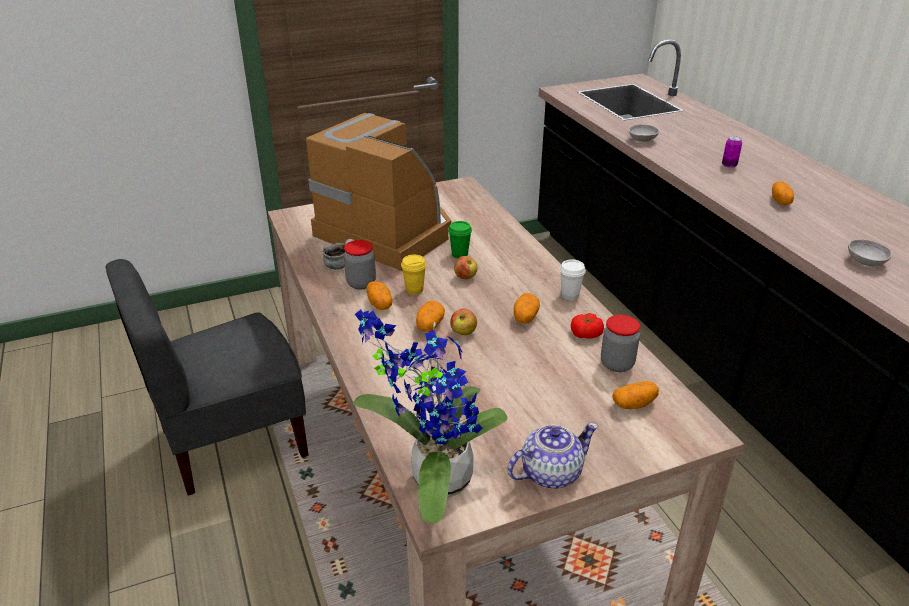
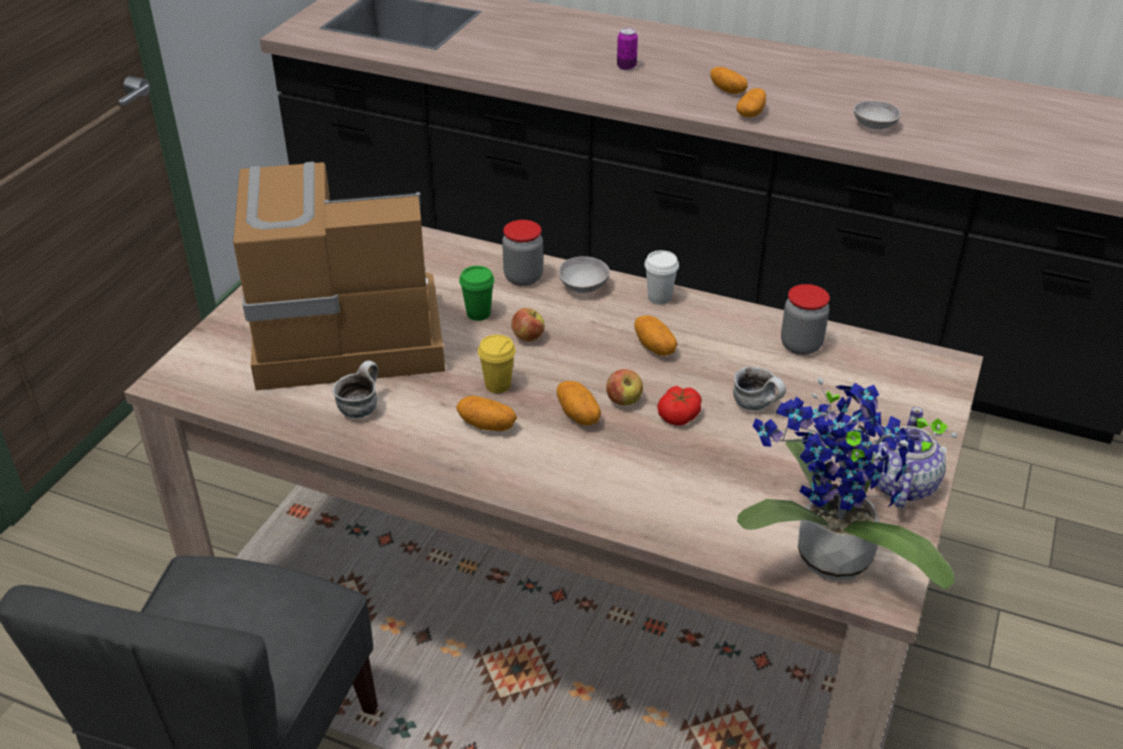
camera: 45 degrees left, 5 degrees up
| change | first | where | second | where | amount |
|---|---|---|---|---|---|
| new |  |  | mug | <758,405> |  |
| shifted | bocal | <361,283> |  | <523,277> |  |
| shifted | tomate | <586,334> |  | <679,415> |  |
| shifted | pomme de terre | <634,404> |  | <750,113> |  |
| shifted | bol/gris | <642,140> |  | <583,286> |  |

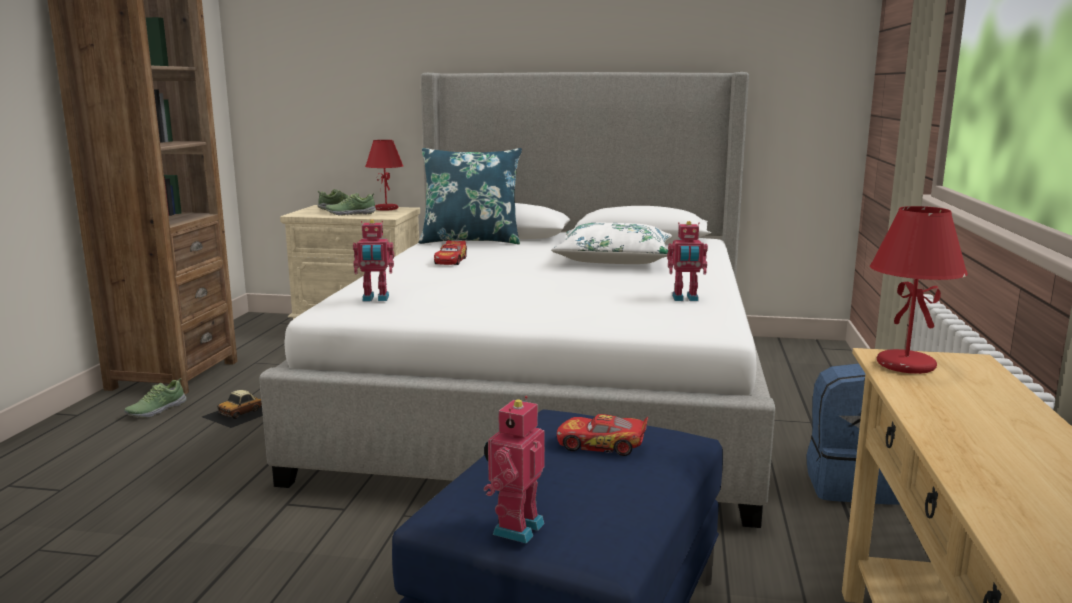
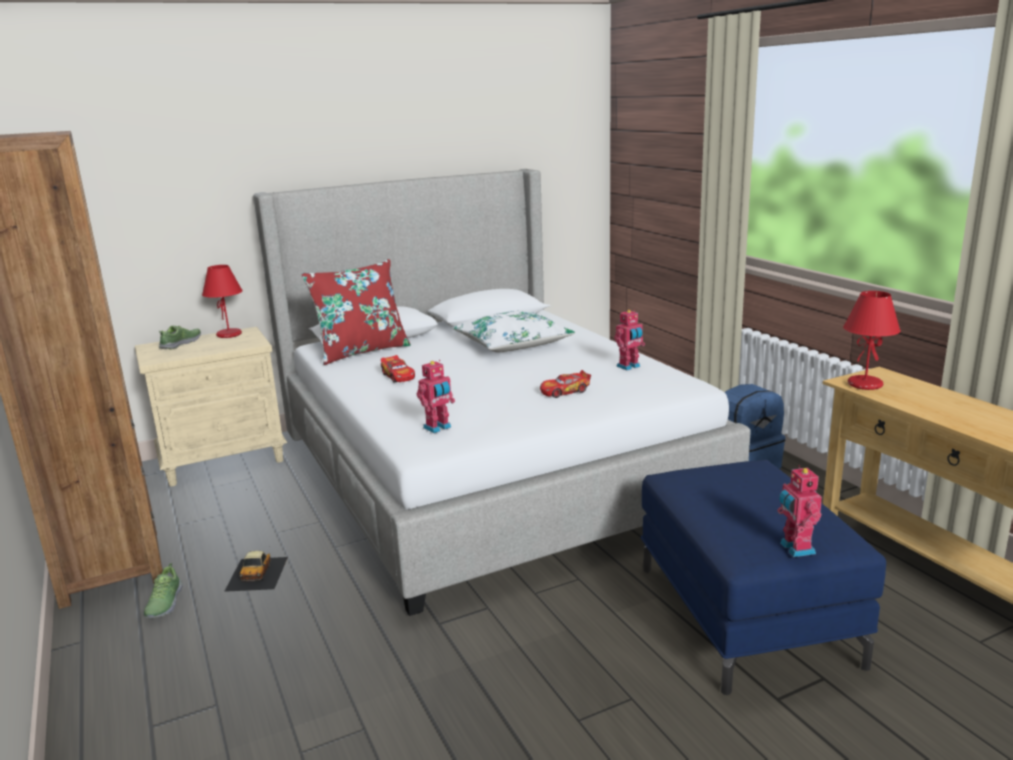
camera: 35 degrees left, 5 degrees up
| change | first | where | second | where | amount |
|---|---|---|---|---|---|
| gone | chaussure | <350,214> |  |  |  |
| shifted | petite voiture | <601,445> |  | <564,391> |  |
| repainted | coussin/bleu | <471,241> | coussin/rouge | <362,351> |  |

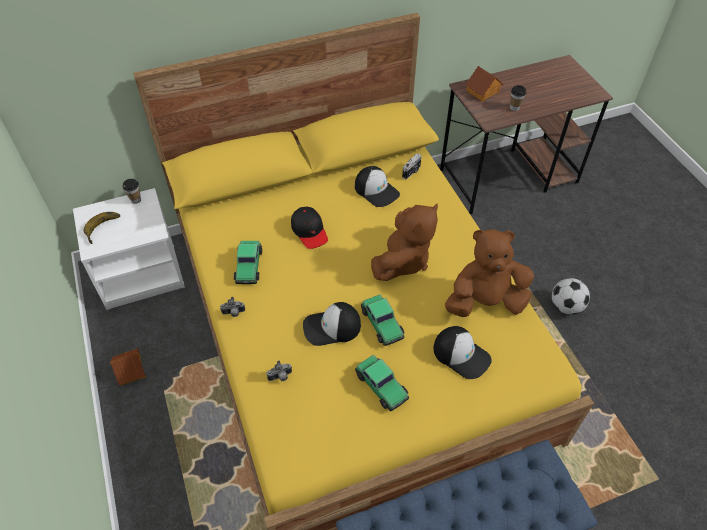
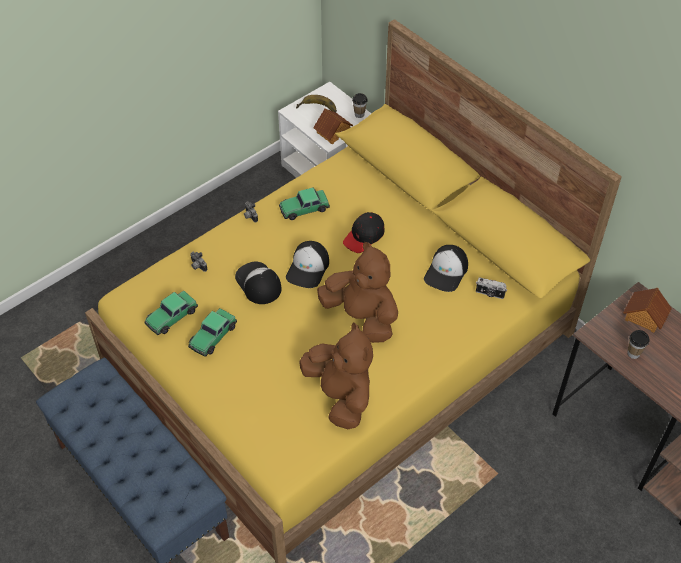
camera: 70 degrees right, 0 degrees up
| change | first | where | second | where | amount |
|---|---|---|---|---|---|
| gone | ballon de foot | <566,306> |  |  |  |
| shifted | maison miniature | <130,370> |  | <333,132> |  |
| shifted | petite voiture | <382,323> |  | <171,316> |  |
| shifted | casquette | <461,354> |  | <308,268> |  |
| rotated | peluche/marron | <402,261> |  | <361,317> | 150 degrees counterclockwise |

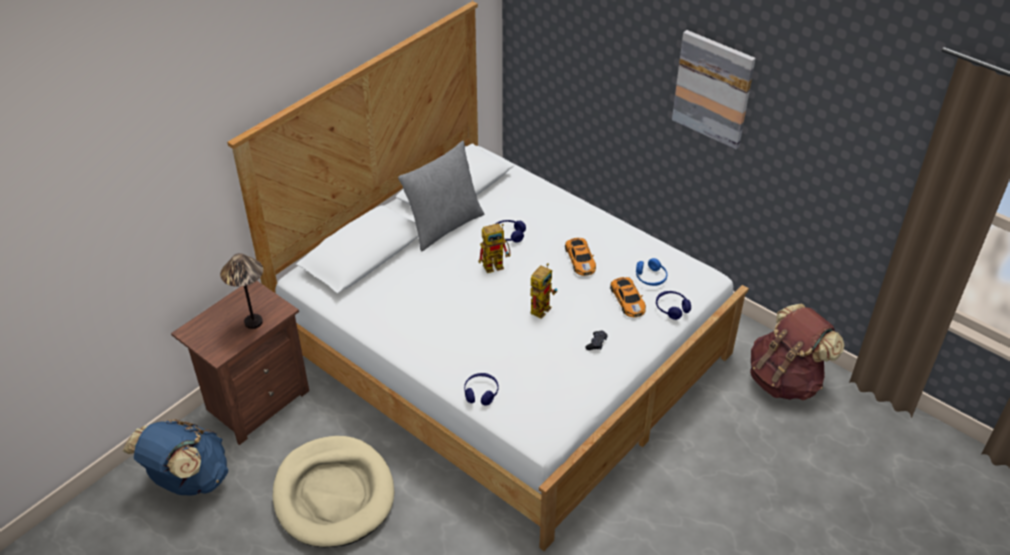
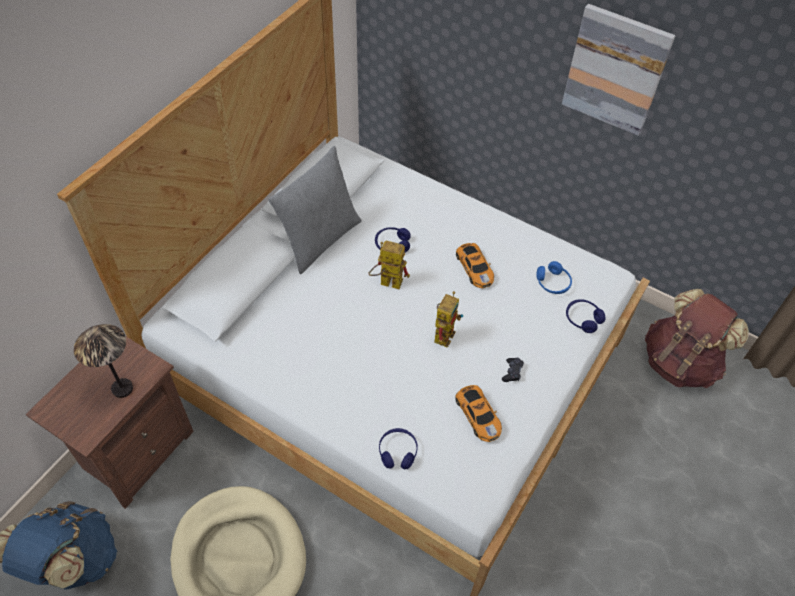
camera: 10 degrees left, 10 degrees up
| change | first | where | second | where | amount |
|---|---|---|---|---|---|
| shifted | petite voiture | <627,299> |  | <477,414> |  |
| rotated | robot jouet | <497,264> |  | <386,282> | 135 degrees counterclockwise |

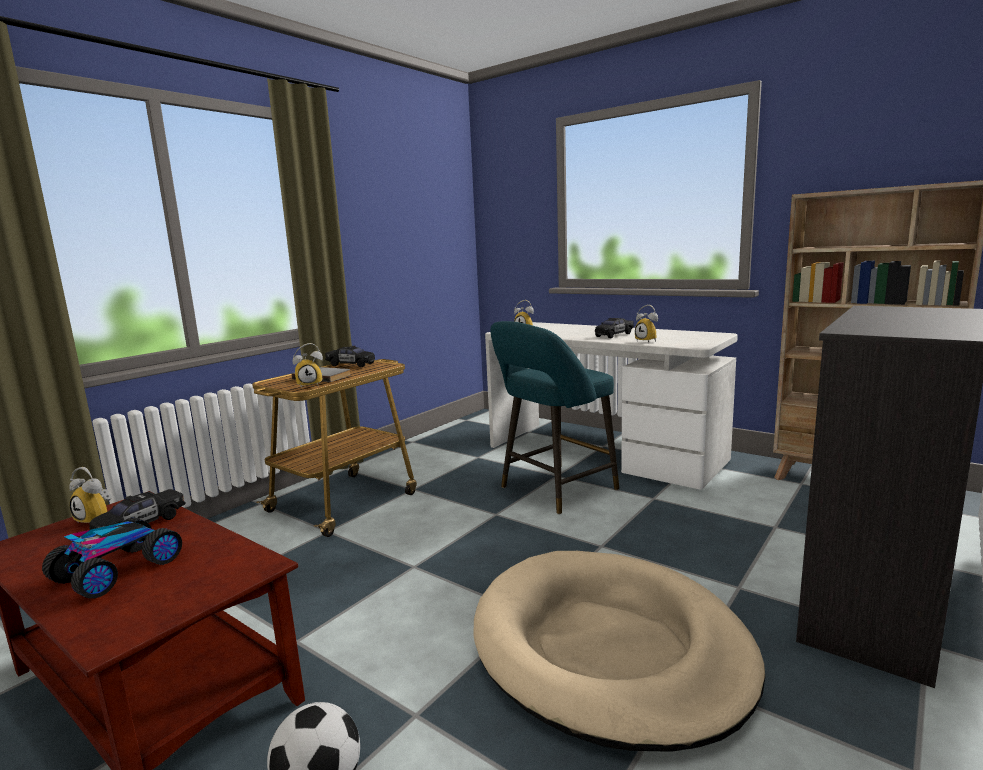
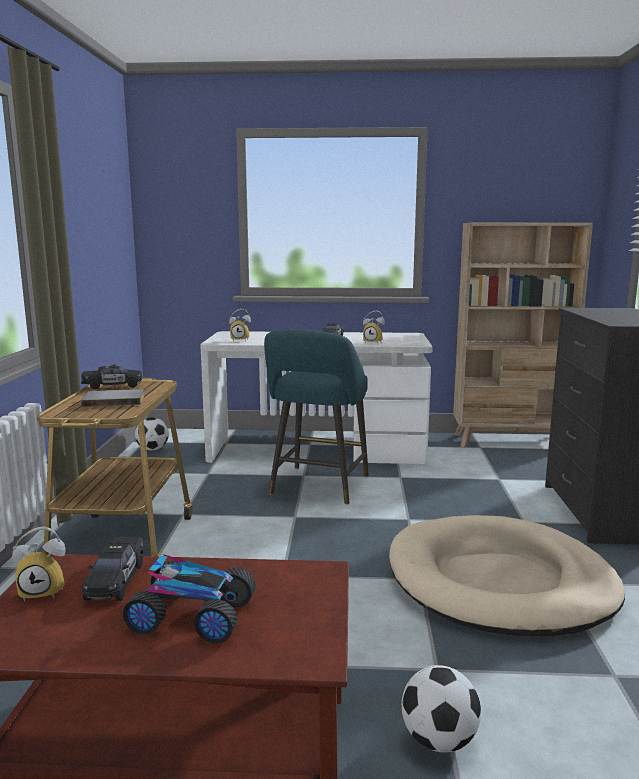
camera: 35 degrees left, 0 degrees up
| change | first | where | second | where | amount |
|---|---|---|---|---|---|
| gone | réveil | <310,385> |  |  |  |
| new |  |  | ballon de foot | <152,449> |  |
| rotated | petite voiture | <119,570> |  | <192,617> | 105 degrees clockwise |

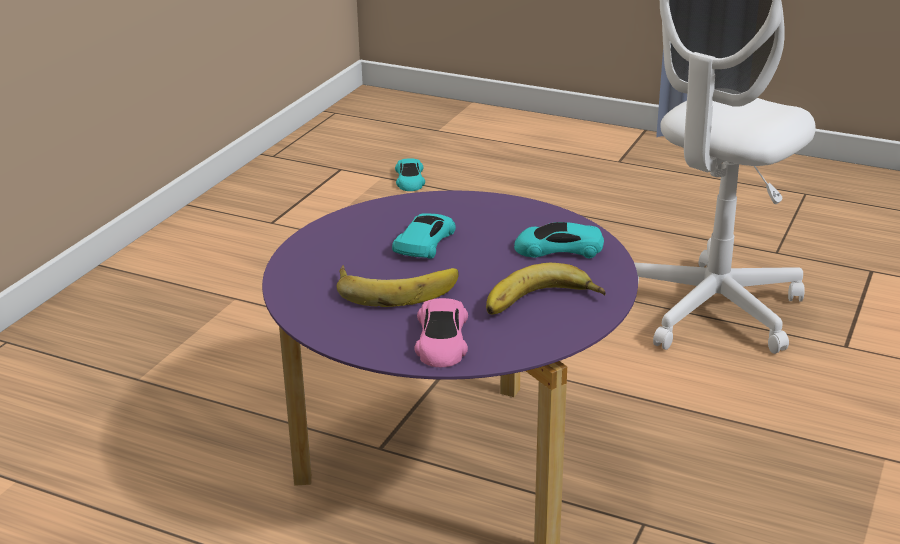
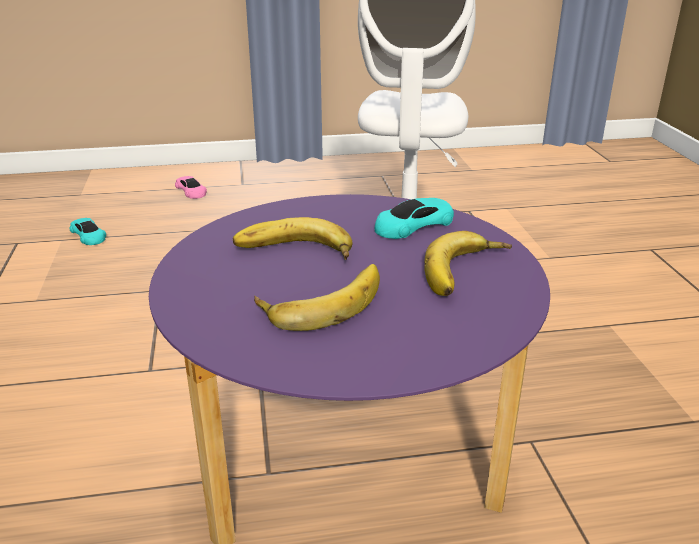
camera: 35 degrees left, 0 degrees up
| change | first | where | second | where | amount |
|---|---|---|---|---|---|
| shifted | petite voiture/rose | <441,340> |  | <191,191> |  |
| swapped | petite voiture/turquoise | <425,242> | banane | <294,253> |  |

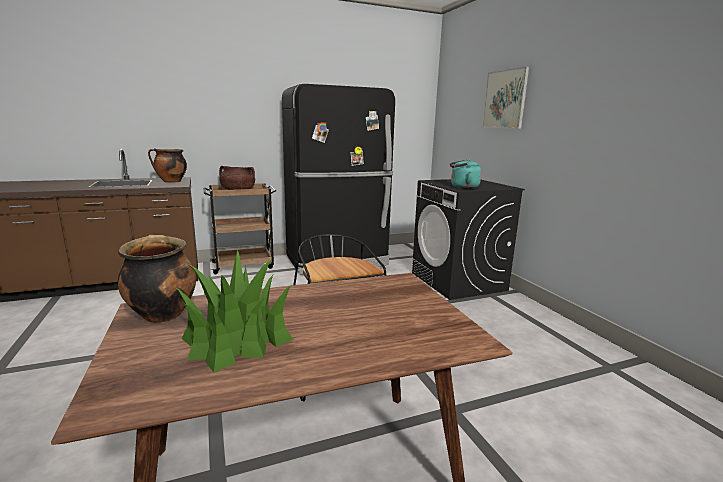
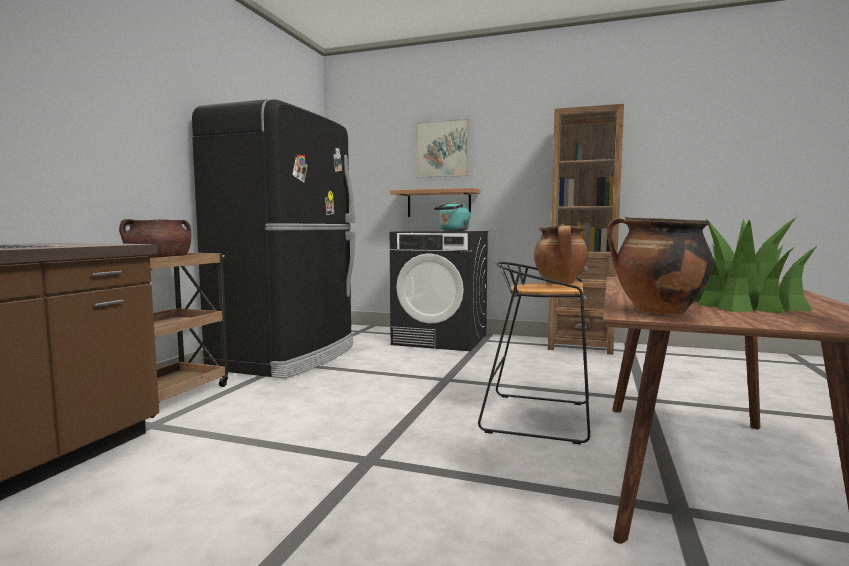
camera: 50 degrees left, 10 degrees down
| change | first | where | second | where | amount |
|---|---|---|---|---|---|
| new |  |  | étagère | <439,203> |  |
| new |  |  | bibliothèque/marron | <580,346> |  |
| shifted | marmite | <171,182> |  | <560,283> |  |

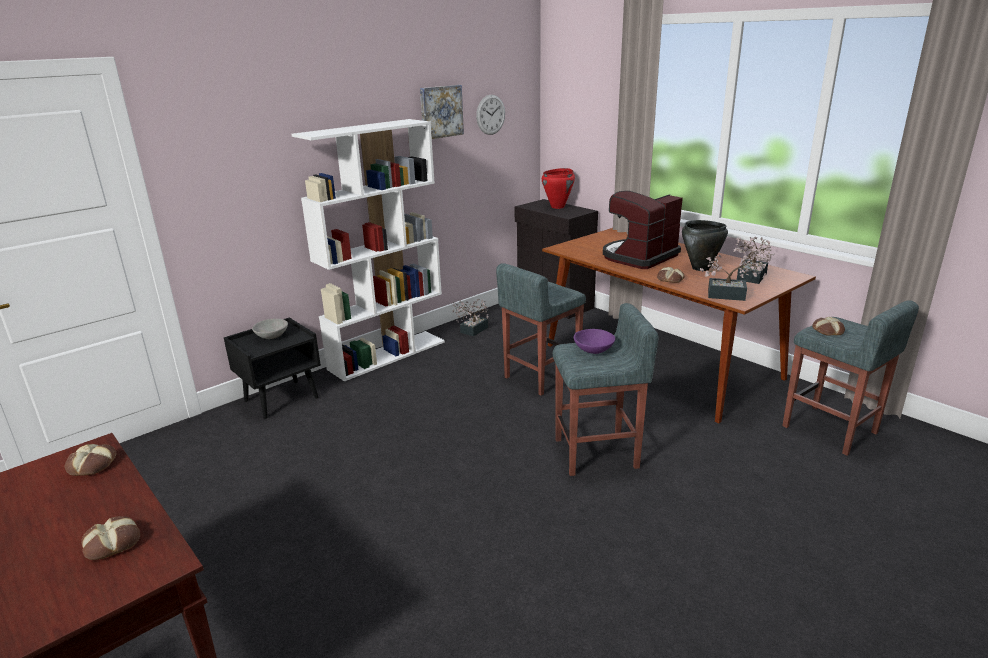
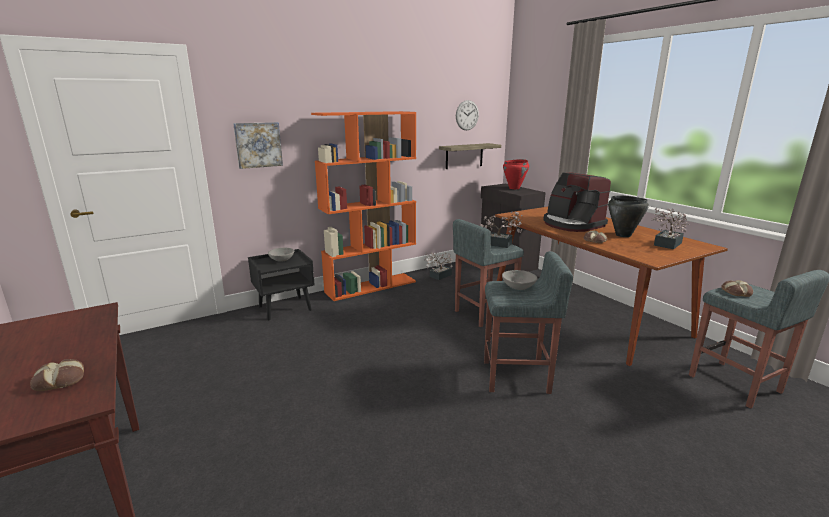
camera: 10 degrees right, 5 degrees down
| change | first | where | second | where | amount |
|---|---|---|---|---|---|
| gone | pain | <93,465> |  |  |  |
| new |  |  | étagère | <464,156> |  |
| shifted | tableau | <440,111> |  | <258,145> |  |
| shifted | plante en pot | <731,295> |  | <501,244> |  |
| repainted | bibliothèque/blanc | <388,355> | bibliothèque/orange | <371,286> |  |
| repainted | bol/violet | <593,350> | bol/gris | <518,287> |  |
| rotated | machine à café | <639,257> |  | <572,224> | 90 degrees counterclockwise |

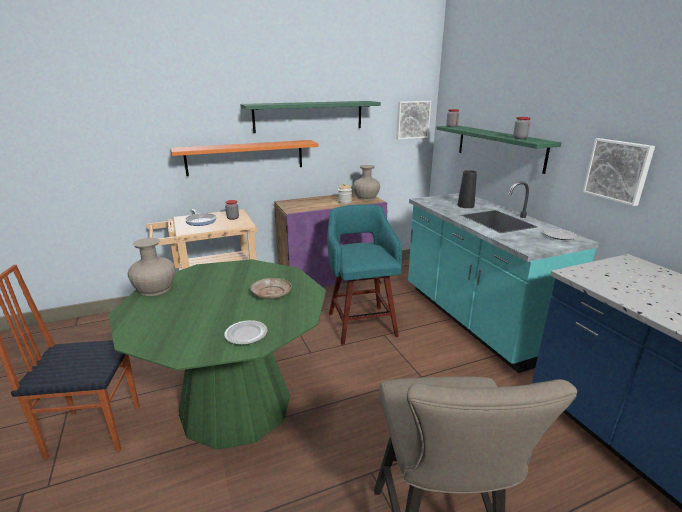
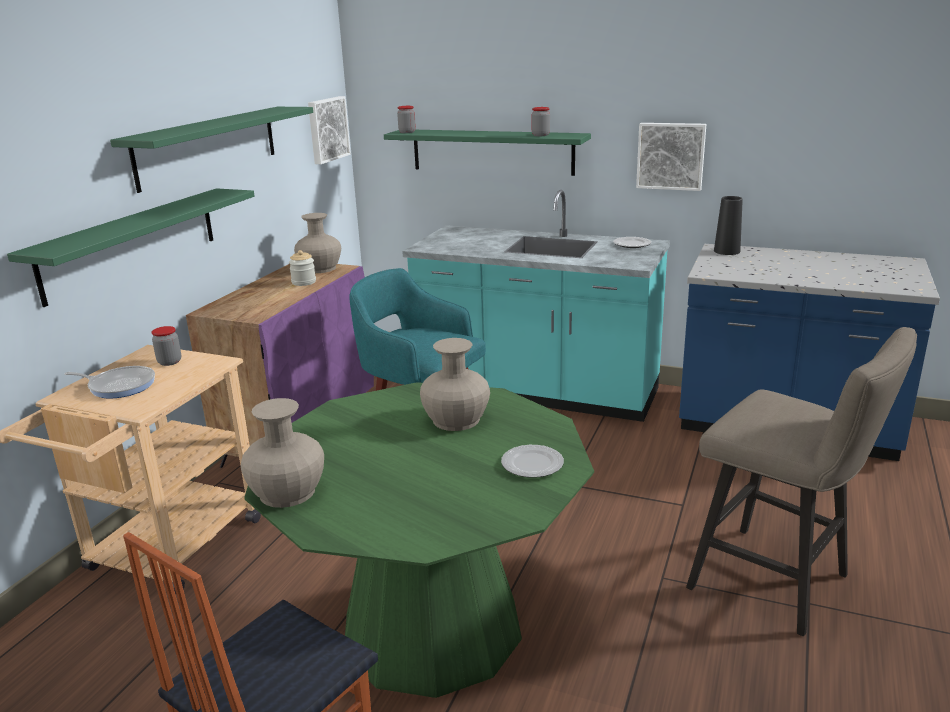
camera: 45 degrees left, 0 degrees up
| change | first | where | second | where | amount |
|---|---|---|---|---|---|
| shifted | vase/noir | <465,206> |  | <727,251> |  |
| swapped | assiette/beige | <271,293> | vase/beige | <456,419> |  |
| repainted | étagère/orange | <245,157> | étagère/vert | <132,243> |  |

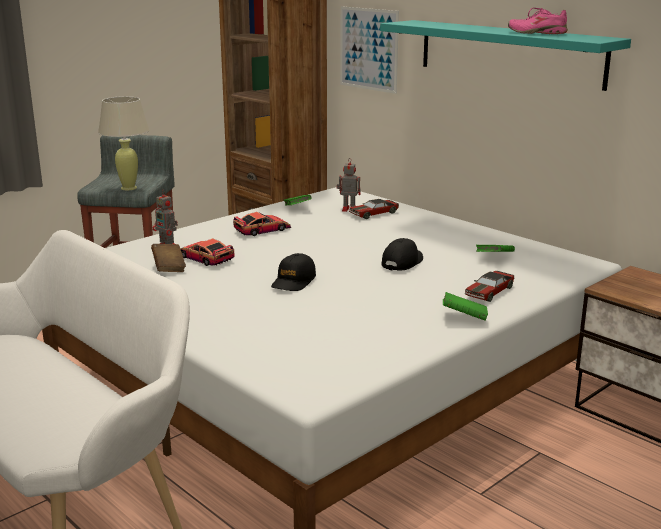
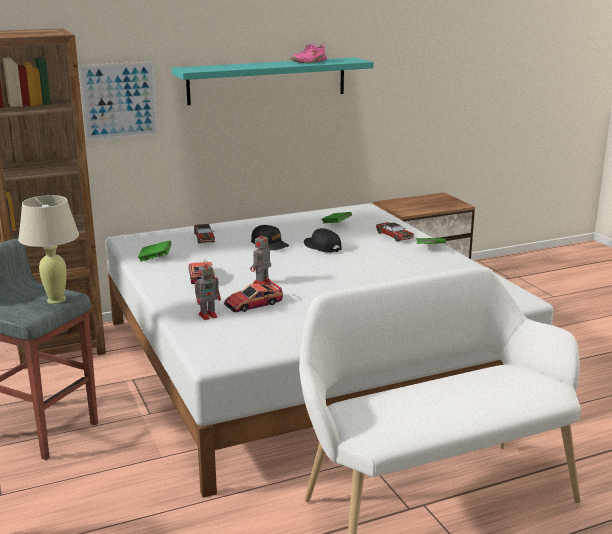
camera: 70 degrees left, 0 degrees up
| change | first | where | second | where | amount |
|---|---|---|---|---|---|
| gone | livre/marron | <169,267> |  |  |  |
| shifted | casquette/noir | <294,281> |  | <270,244> |  |
| shifted | robot jouet | <348,209> |  | <261,283> |  |

